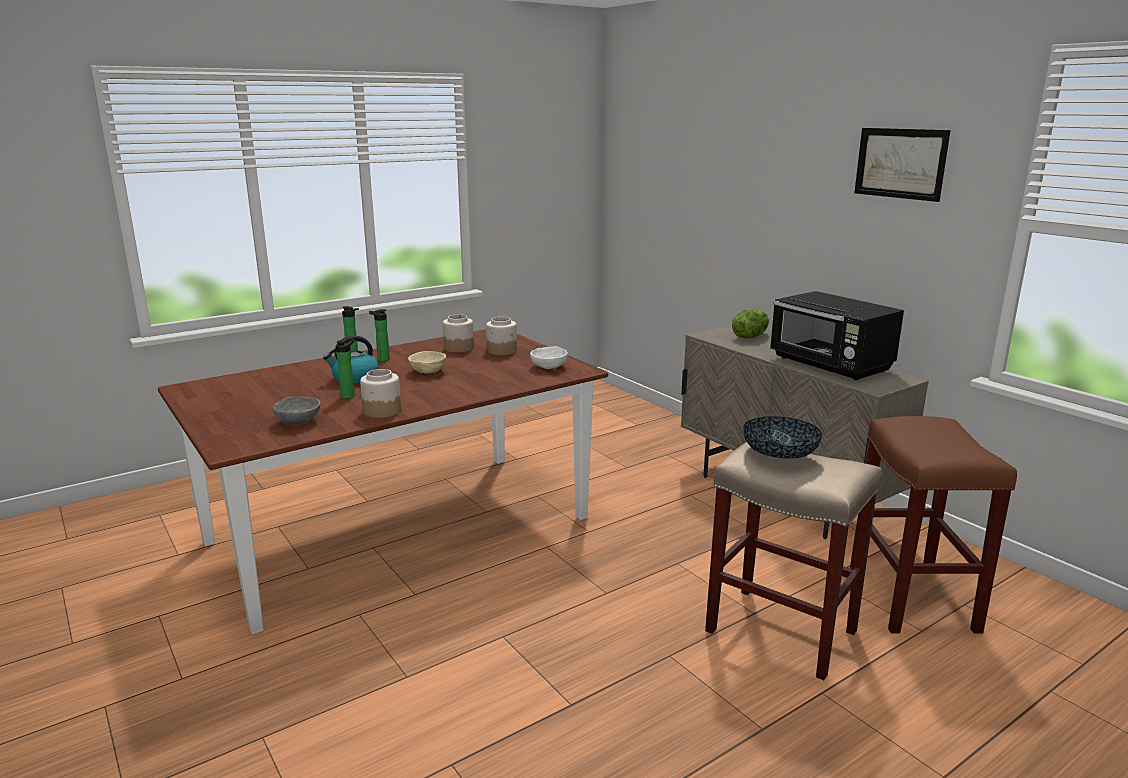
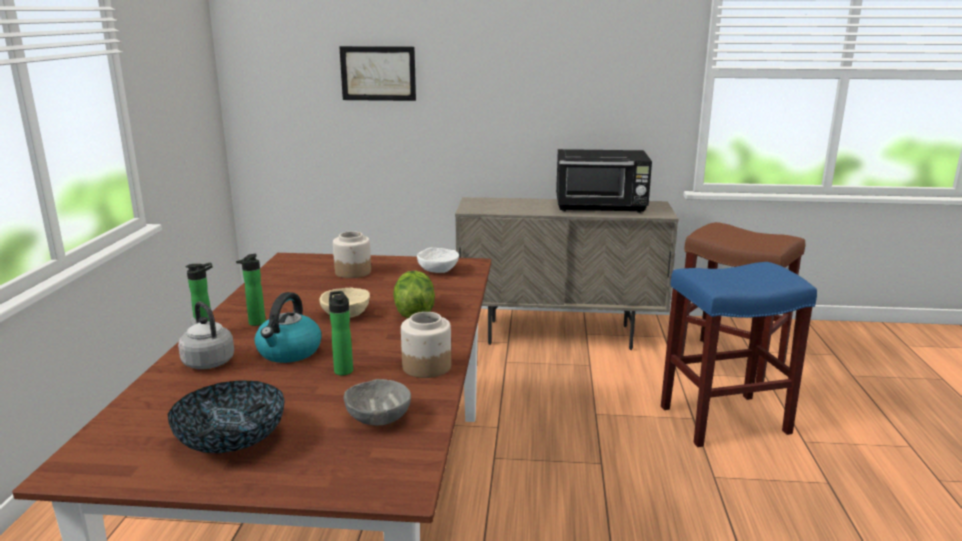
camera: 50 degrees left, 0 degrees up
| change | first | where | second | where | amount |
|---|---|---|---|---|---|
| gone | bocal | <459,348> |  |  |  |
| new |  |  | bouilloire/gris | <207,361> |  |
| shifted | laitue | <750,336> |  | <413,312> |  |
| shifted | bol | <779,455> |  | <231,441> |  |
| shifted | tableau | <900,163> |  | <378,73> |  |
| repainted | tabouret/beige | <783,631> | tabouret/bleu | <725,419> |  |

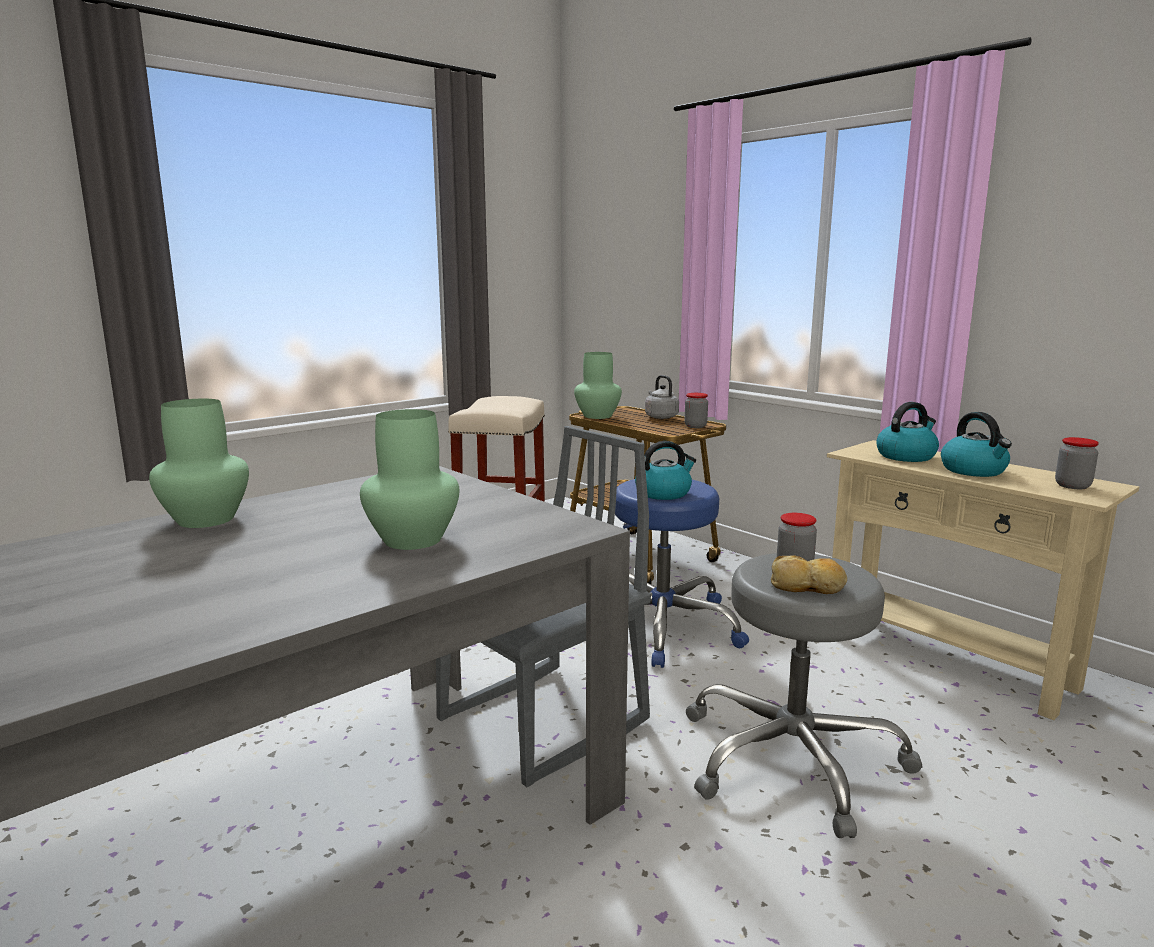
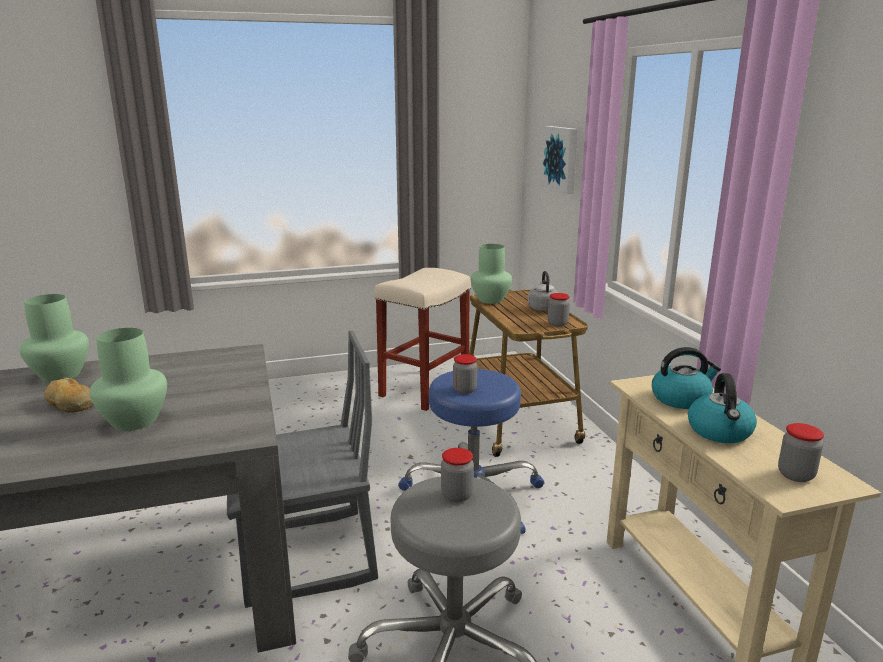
camera: 25 degrees right, 5 degrees up
| change | first | where | second | where | amount |
|---|---|---|---|---|---|
| new |  |  | tableau | <561,158> |  |
| shifted | pain | <808,586> |  | <71,404> |  |
| swapped | bouilloire | <664,493> | bocal | <464,390> |  |

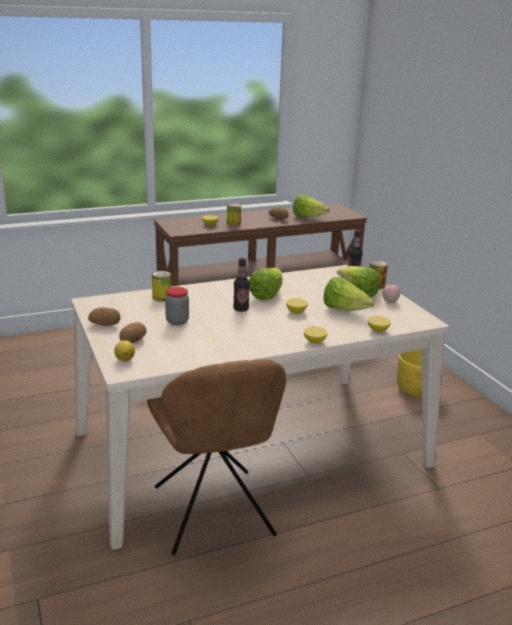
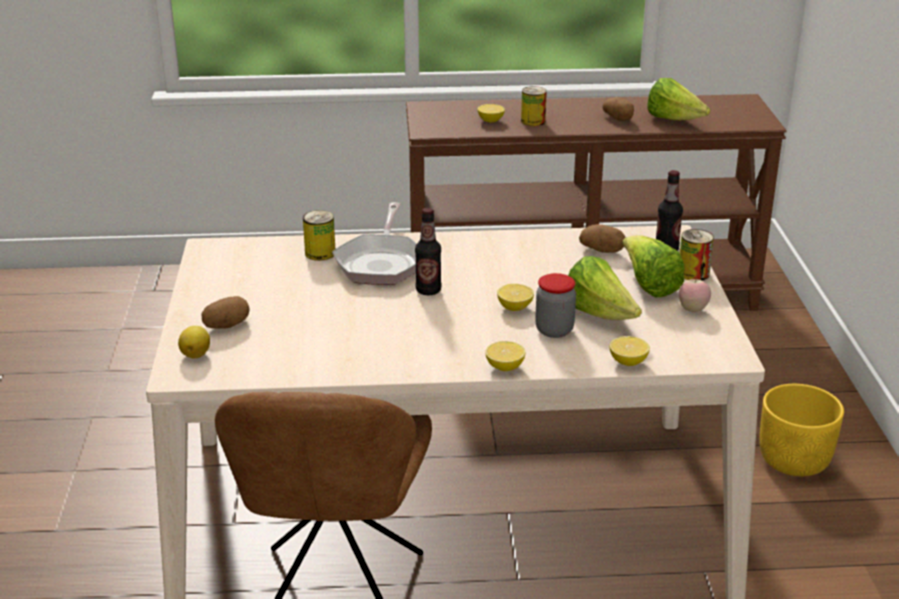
camera: 20 degrees right, 5 degrees up
| change | first | where | second | where | amount |
|---|---|---|---|---|---|
| gone | laitue | <266,295> |  |  |  |
| new |  |  | poêle | <381,262> |  |
| shifted | pomme de terre | <105,324> |  | <602,250> |  |
| shifted | bocal | <177,321> |  | <554,330> |  |

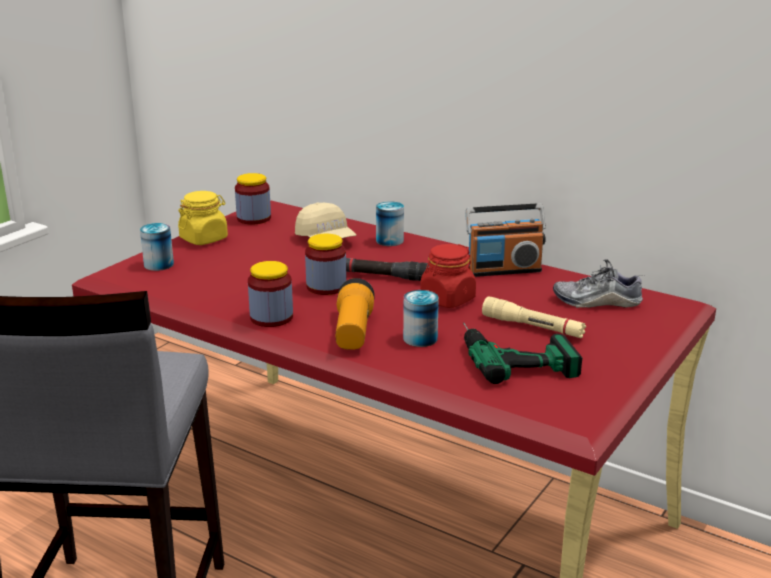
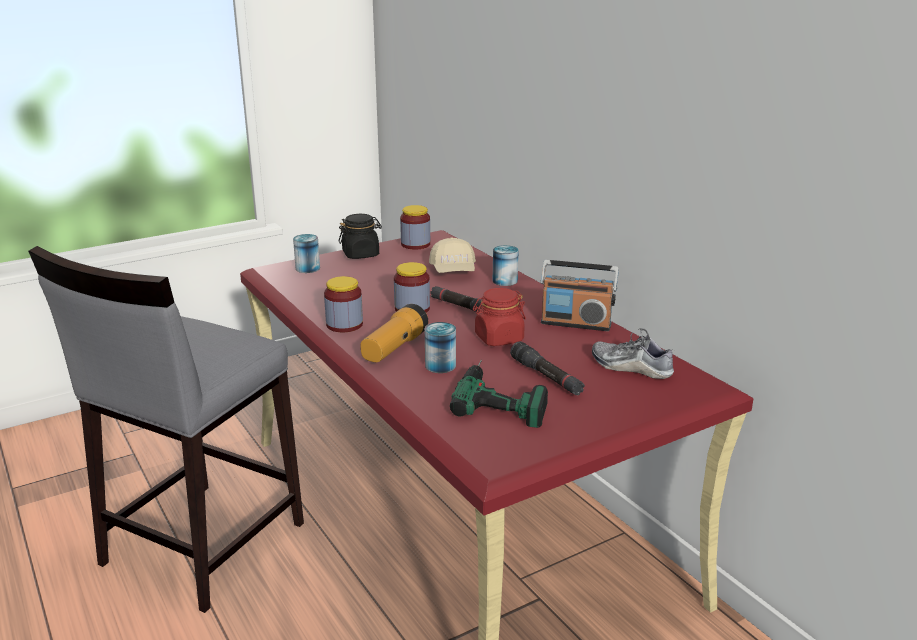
camera: 25 degrees right, 0 degrees up
| change | first | where | second | where | amount |
|---|---|---|---|---|---|
| repainted | bocal/jaune | <204,239> | bocal/noir | <361,254> |  |
| repainted | lampe de poche/beige | <532,327> | lampe de poche/noir | <546,377> |  |

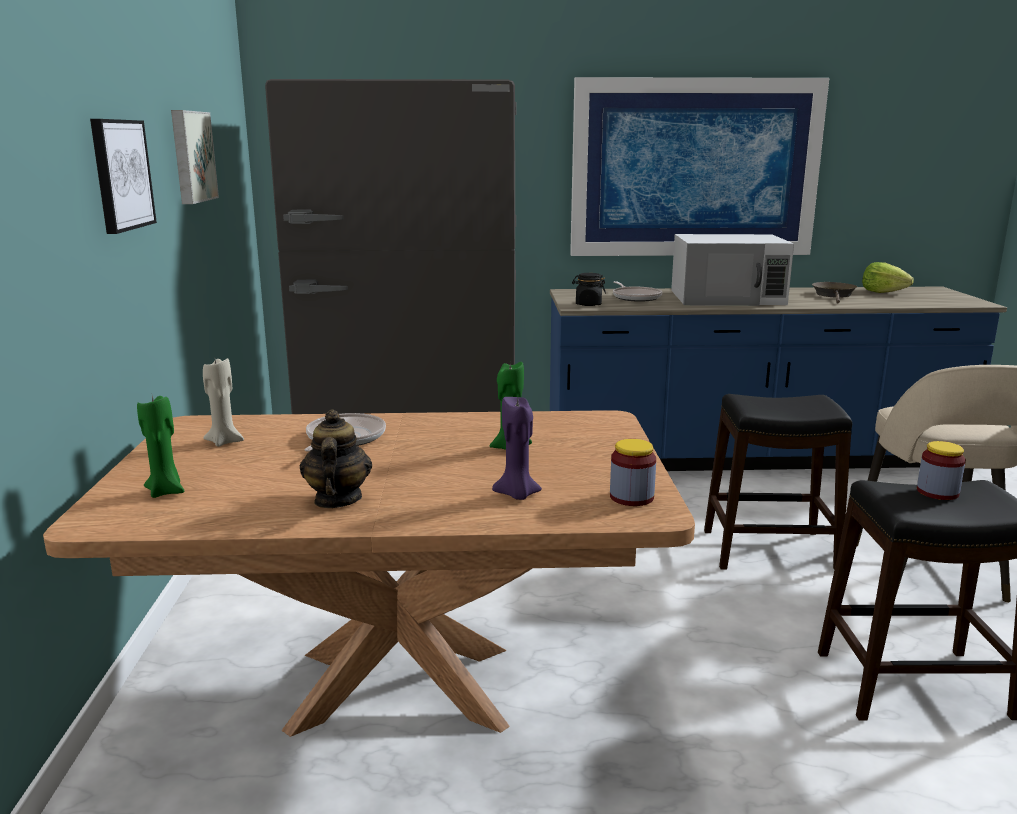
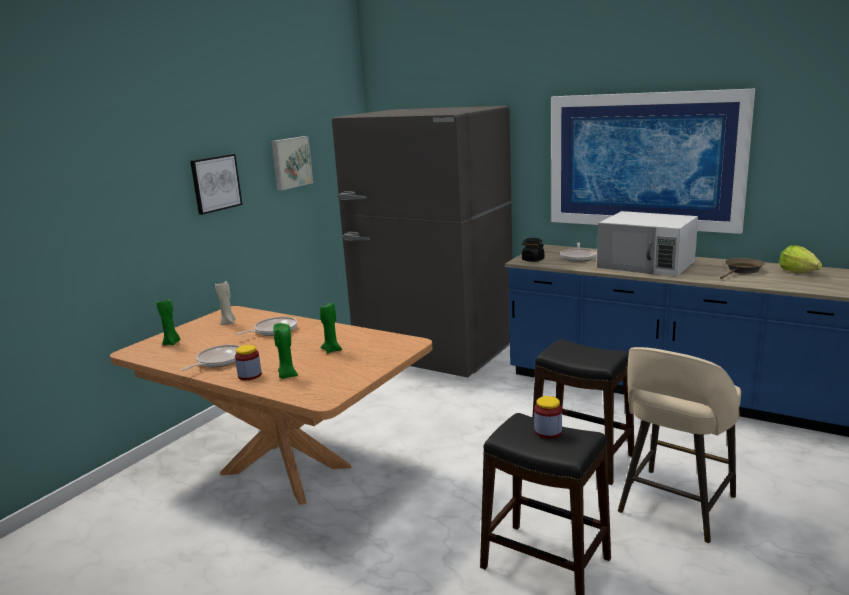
camera: 35 degrees right, 0 degrees up
| change | first | where | second | where | amount |
|---|---|---|---|---|---|
| shifted | bocal | <631,497> |  | <249,375> |  |
| swapped | théière | <337,500> | poêle | <218,361> |  |
| repainted | bougie/violet | <517,495> | bougie/vert | <287,376> |  |

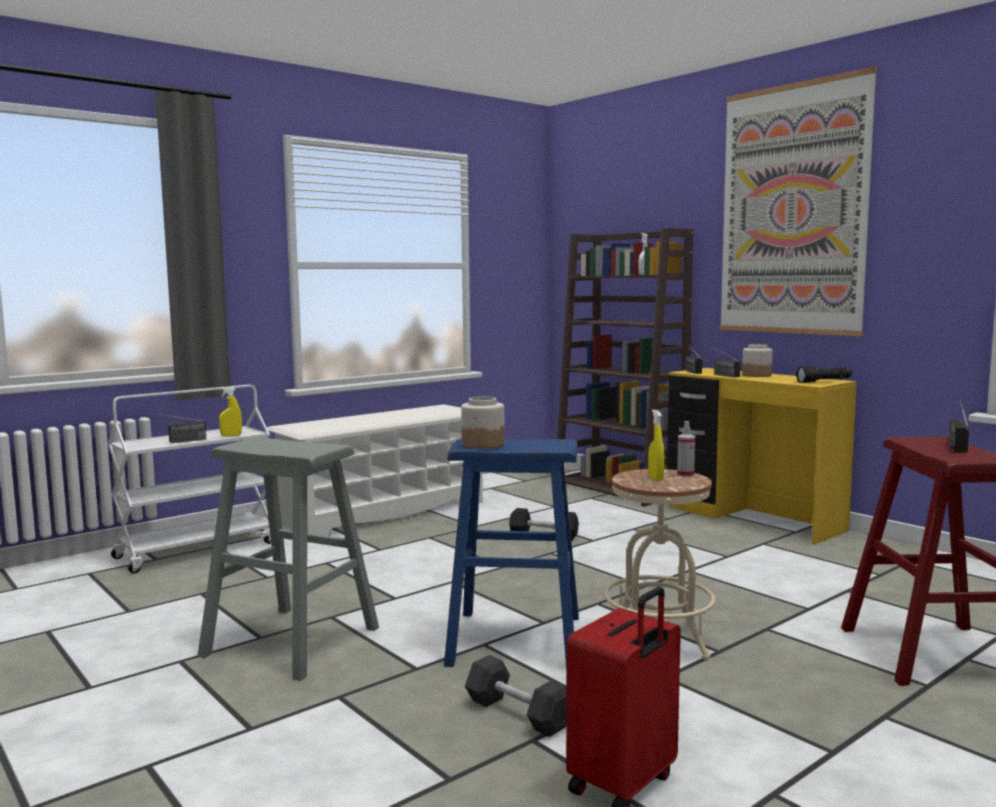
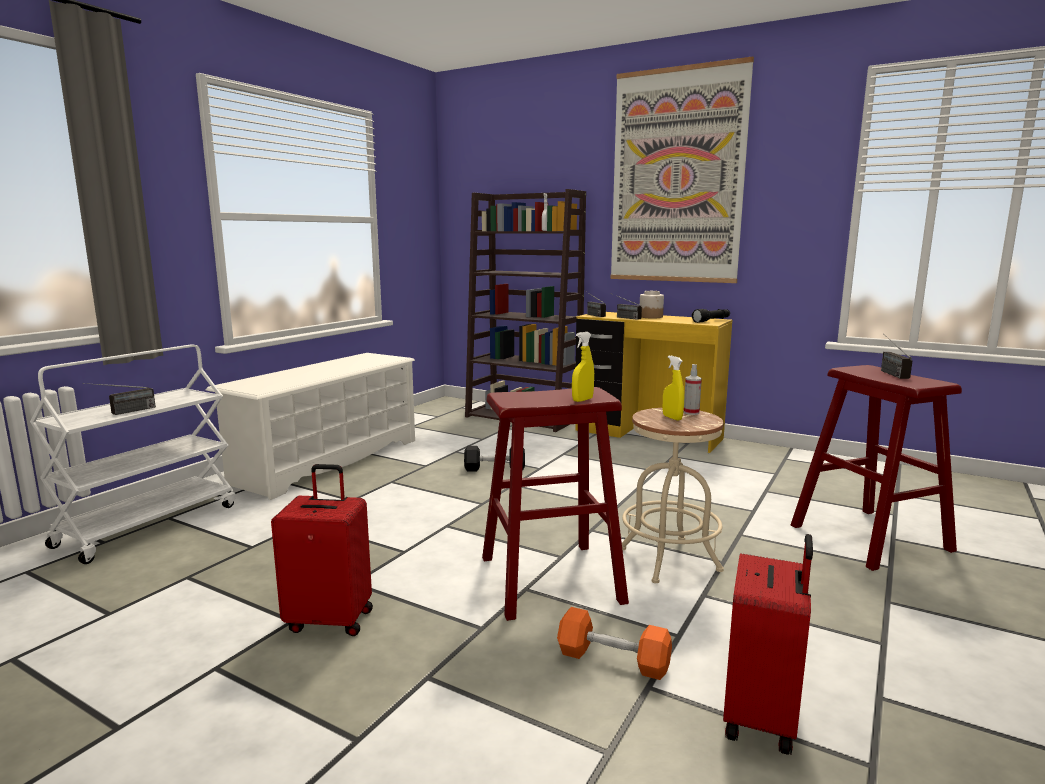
camera: 20 degrees left, 5 degrees up
| change | first | where | second | where | amount |
|---|---|---|---|---|---|
| gone | bocal | <482,444> |  |  |  |
| shifted | vaporisateur/jaune | <231,436> |  | <582,400> |  |
| swapped | tabouret/gris | <292,641> | valise/rouge | <331,619> |  |
| repainted | tabouret/bleu | <516,640> | tabouret/rouge | <551,579> |  |
| repainted | haltère/gris | <518,713> | haltère/orange | <613,660> |  |

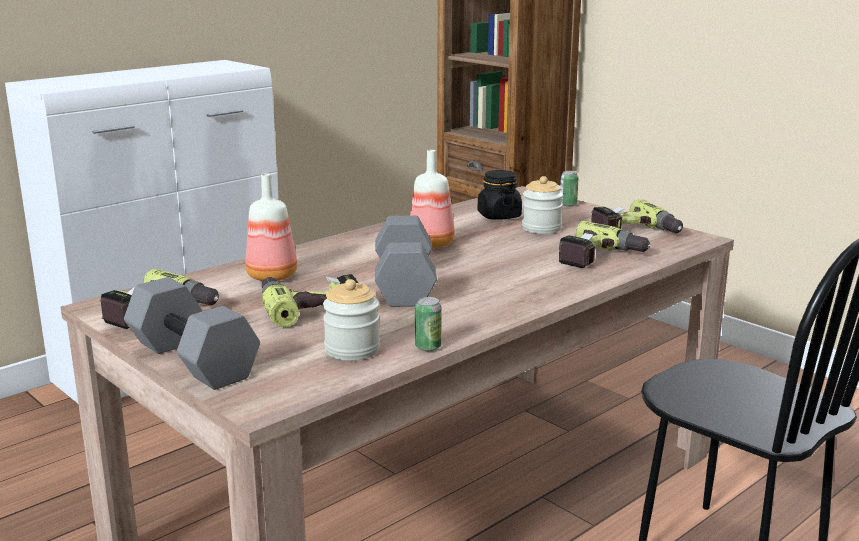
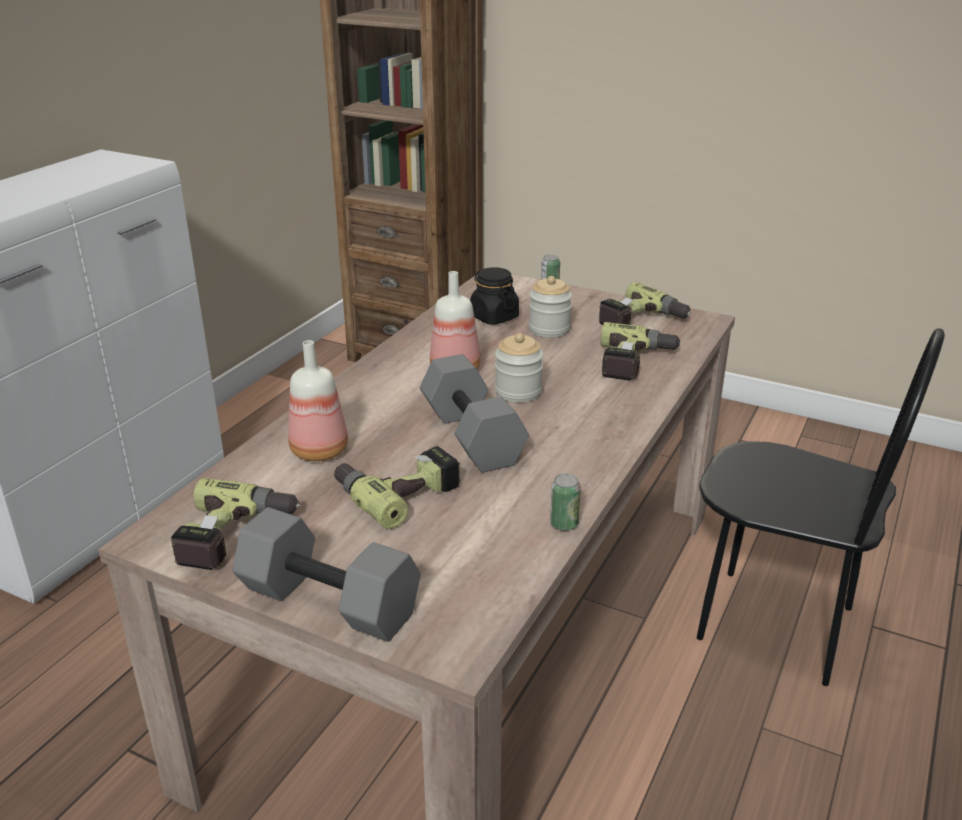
camera: 20 degrees left, 10 degrees up
| change | first | where | second | where | amount |
|---|---|---|---|---|---|
| shifted | bocal | <352,350> |  | <518,392> |  |

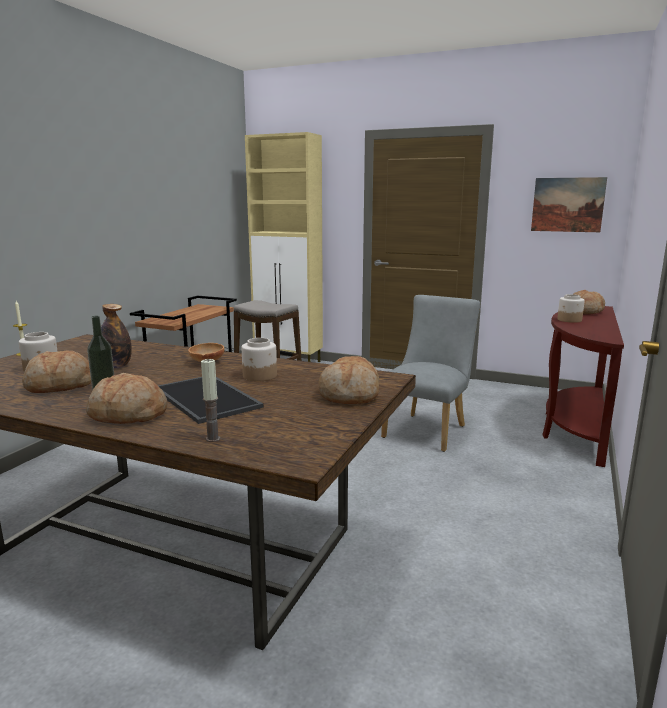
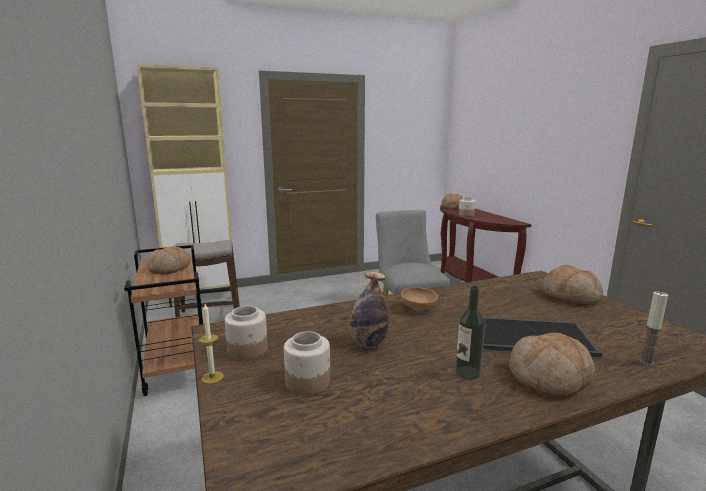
camera: 45 degrees left, 0 degrees up
| change | first | where | second | where | amount |
|---|---|---|---|---|---|
| gone | tableau | <567,204> |  |  |  |
| shifted | pain | <60,386> |  | <170,269> |  |
| shifted | bocal | <260,376> |  | <248,350> |  |

